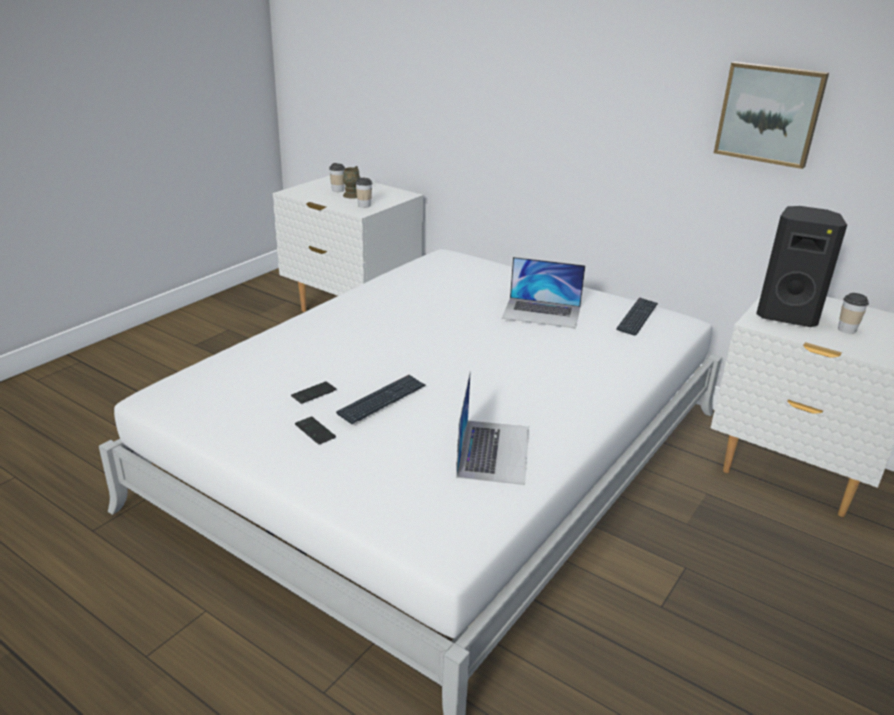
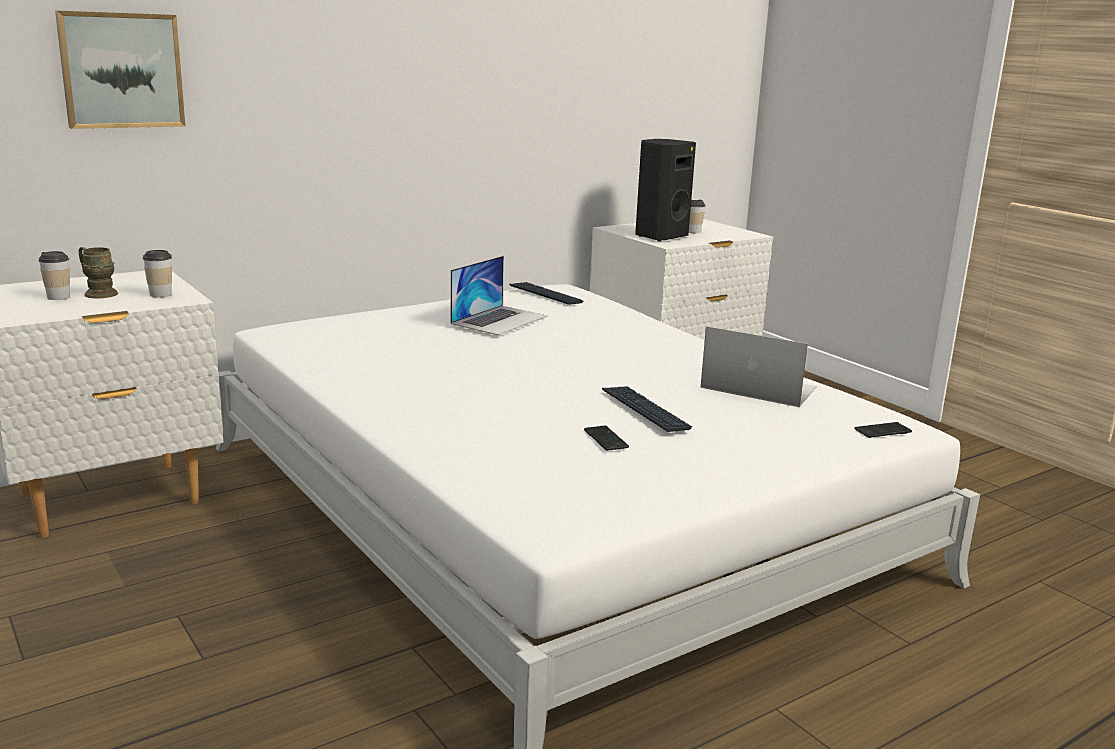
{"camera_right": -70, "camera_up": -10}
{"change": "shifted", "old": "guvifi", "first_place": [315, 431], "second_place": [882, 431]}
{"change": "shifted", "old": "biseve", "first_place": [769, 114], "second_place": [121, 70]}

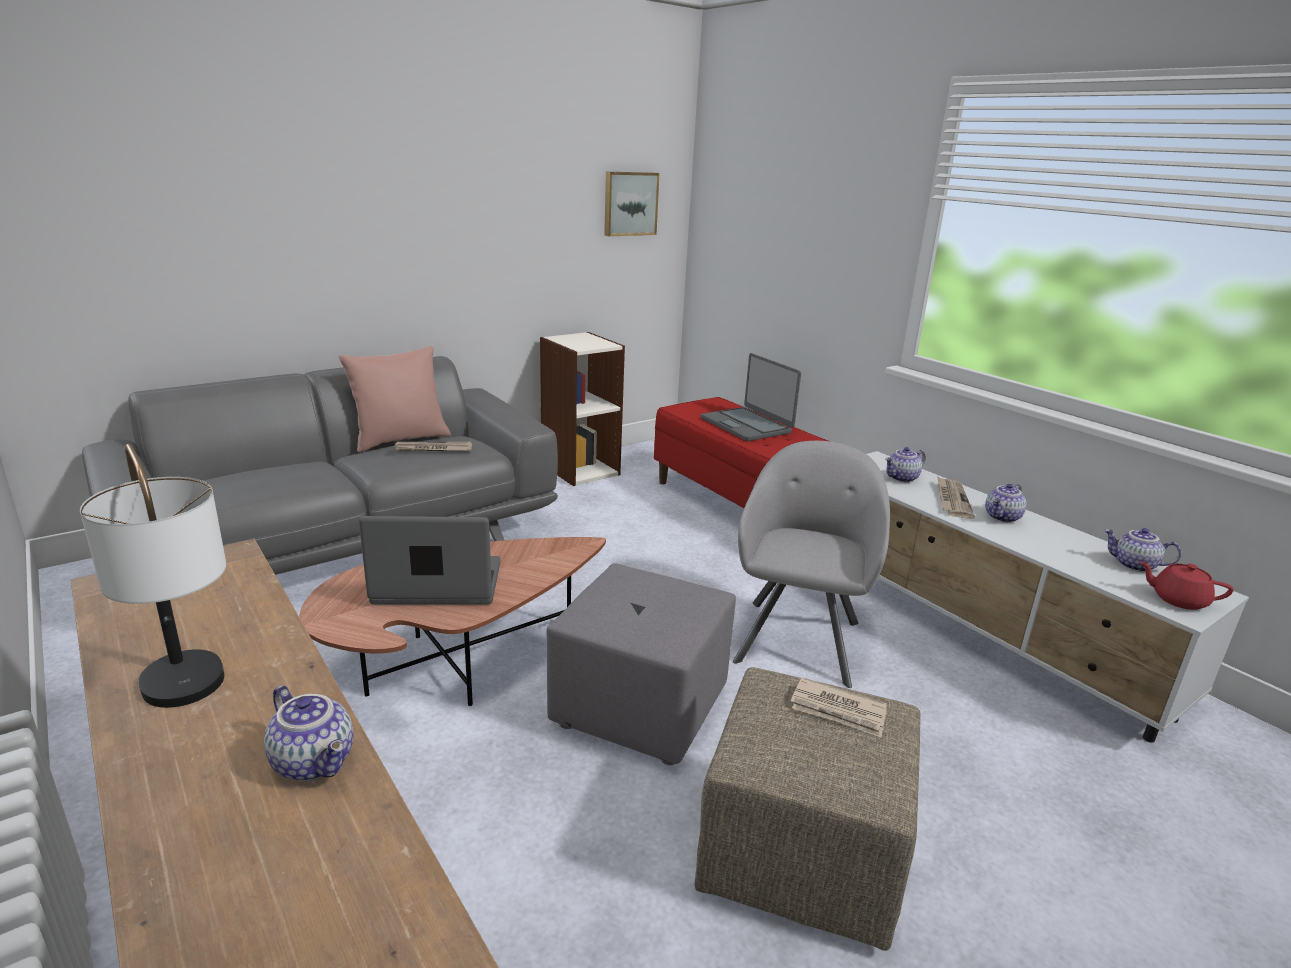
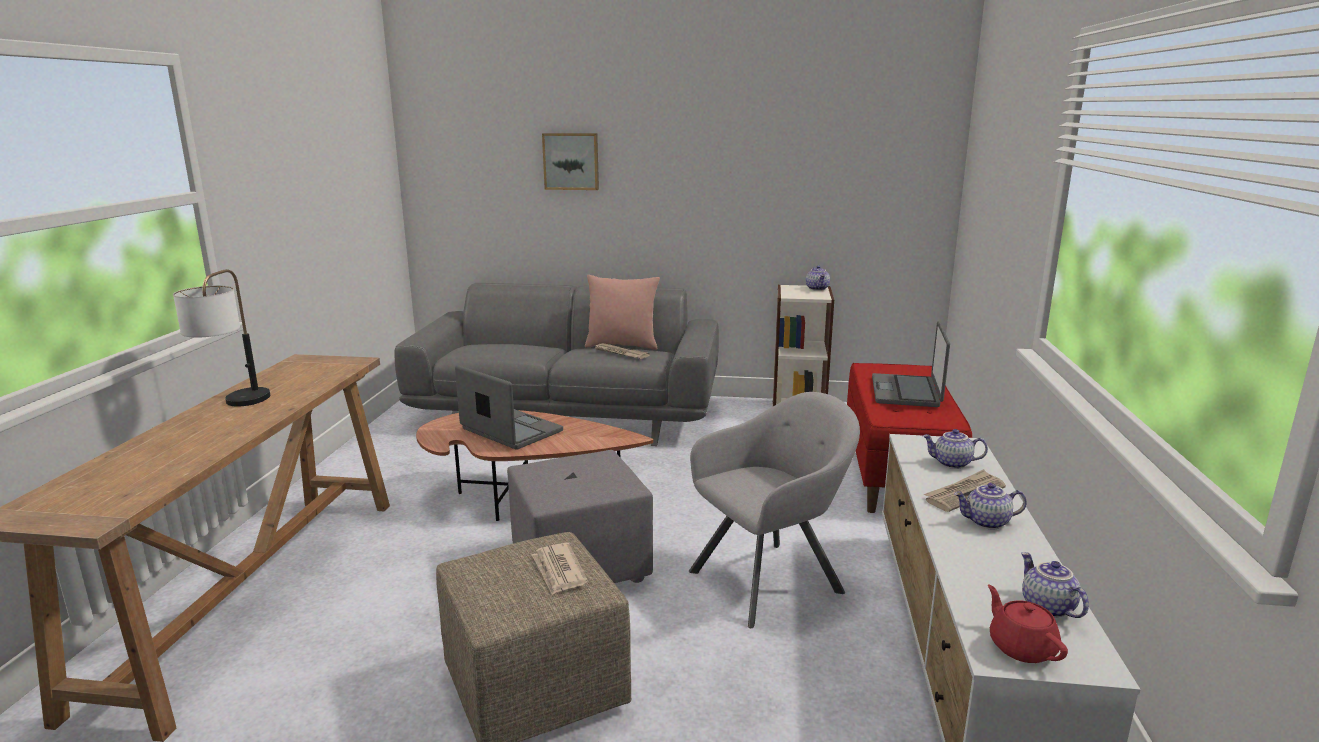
{"camera_right": 45, "camera_up": -5}
{"change": "shifted", "old": "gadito", "first_place": [316, 761], "second_place": [818, 289]}
{"change": "shifted", "old": "biseve", "first_place": [629, 203], "second_place": [571, 161]}

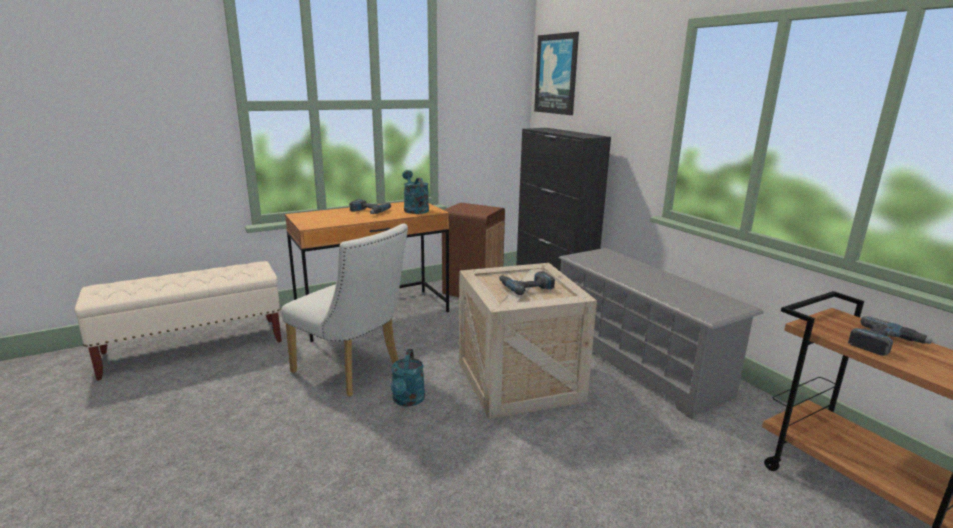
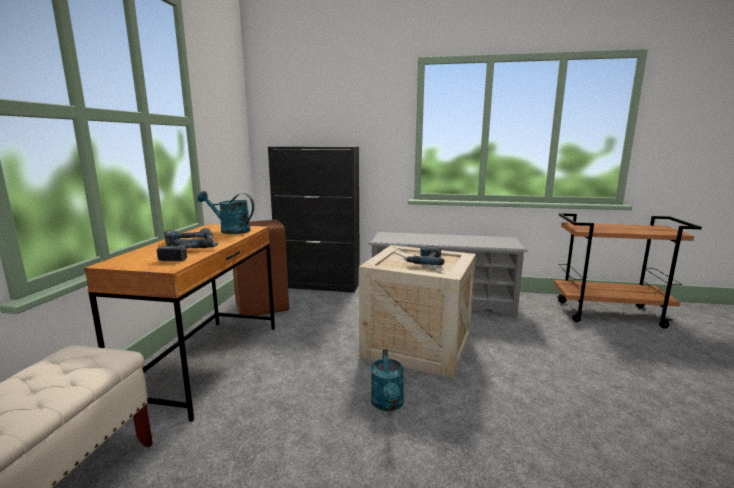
{"camera_right": -50, "camera_up": -5}
{"change": "gone", "old": "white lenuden", "first_place": [353, 371]}
{"change": "rotated", "old": "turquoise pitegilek", "first_place": [408, 401], "second_place": [388, 404], "degrees": 45}
{"change": "gone", "old": "biseve", "first_place": [556, 74]}
{"change": "shifted", "old": "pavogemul", "first_place": [885, 344], "second_place": [187, 254]}

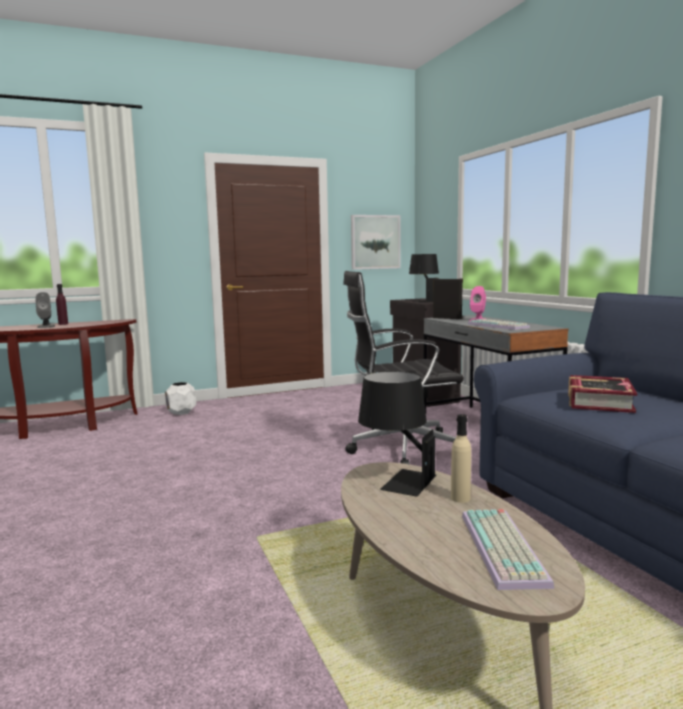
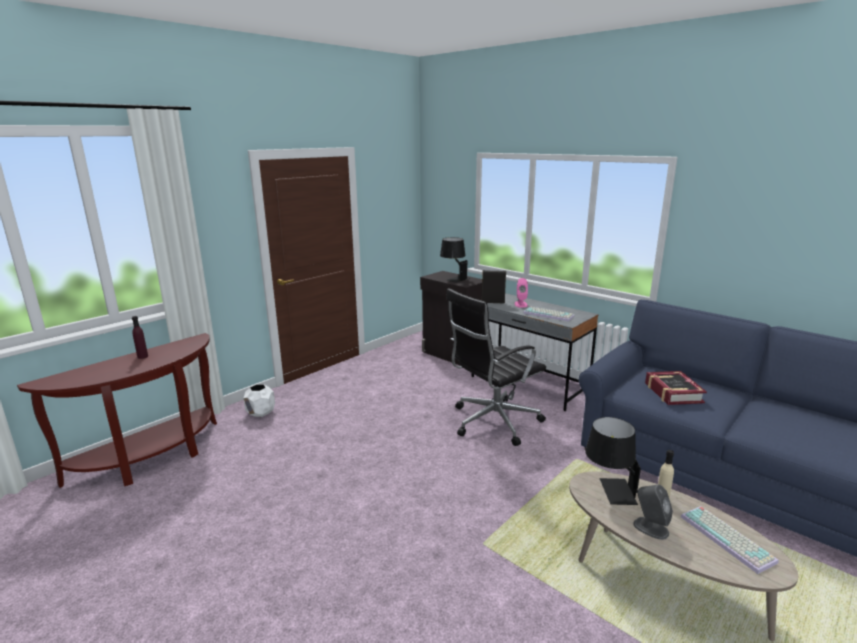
{"camera_right": -25, "camera_up": 10}
{"change": "shifted", "old": "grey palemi", "first_place": [46, 326], "second_place": [650, 528]}
{"change": "gone", "old": "biseve", "first_place": [375, 242]}

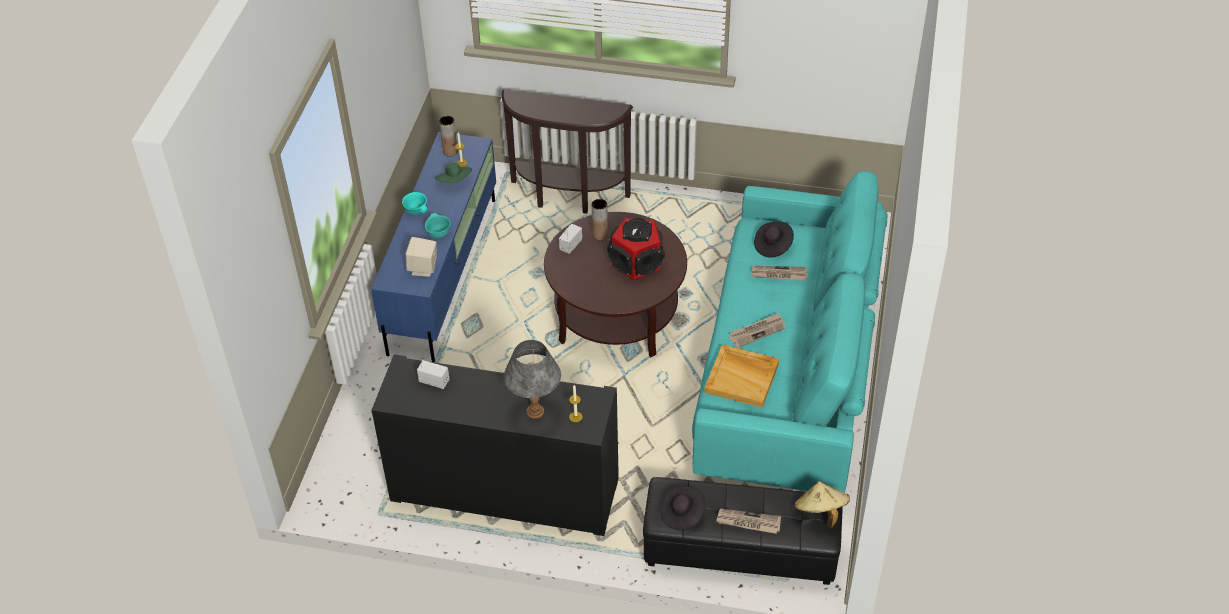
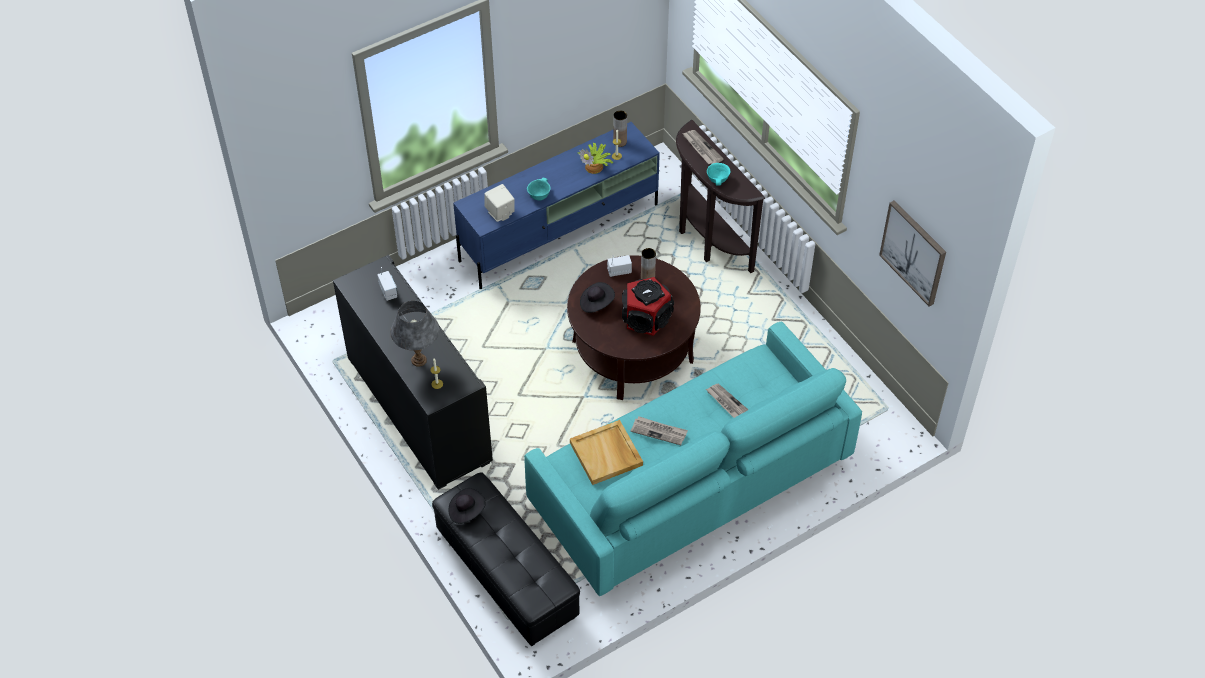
{"camera_right": 45, "camera_up": 5}
{"change": "shifted", "old": "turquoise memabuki", "first_place": [417, 211], "second_place": [718, 180]}
{"change": "swapped", "old": "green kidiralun", "new": "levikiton", "first_place": [454, 182], "second_place": [595, 166]}
{"change": "shifted", "old": "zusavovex", "first_place": [748, 522], "second_place": [701, 148]}
{"change": "shifted", "old": "black kidiralun", "first_place": [773, 246], "second_place": [596, 303]}
{"change": "gone", "old": "beige kidiralun", "first_place": [820, 513]}
{"change": "new", "new": "biseve", "second_place": [914, 252]}

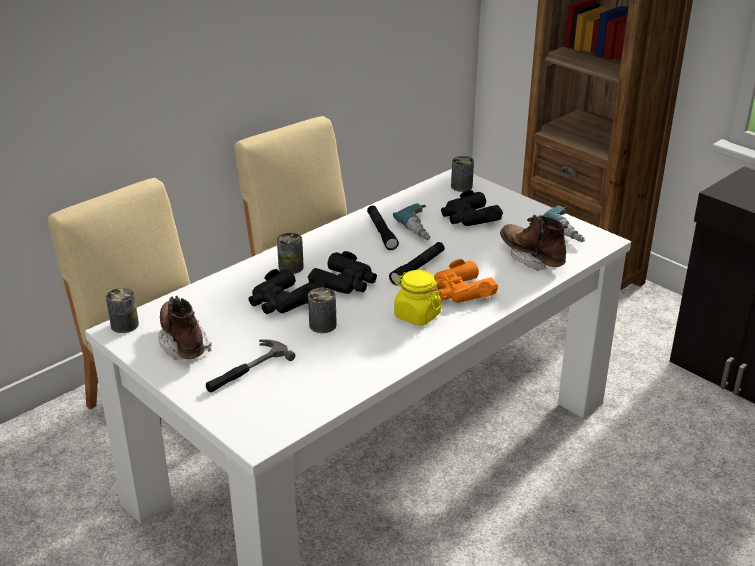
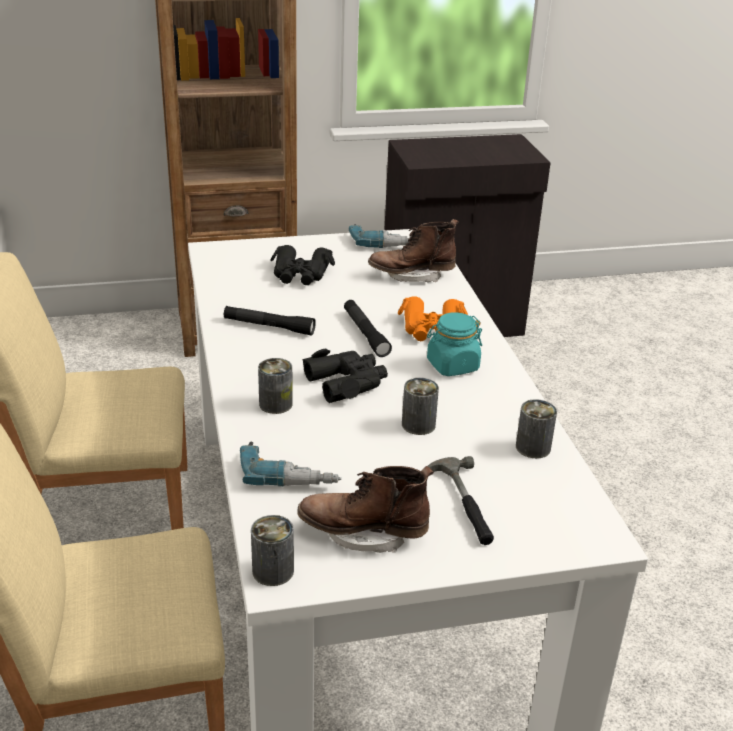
{"camera_right": -60, "camera_up": 0}
{"change": "gone", "old": "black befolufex", "first_place": [281, 301]}
{"change": "shifted", "old": "pavogemul", "first_place": [422, 228], "second_place": [289, 473]}
{"change": "repainted", "old": "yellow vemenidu", "new": "turquoise vemenidu", "first_place": [417, 315], "second_place": [452, 366]}
{"change": "shifted", "old": "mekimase", "first_place": [461, 186], "second_place": [533, 447]}

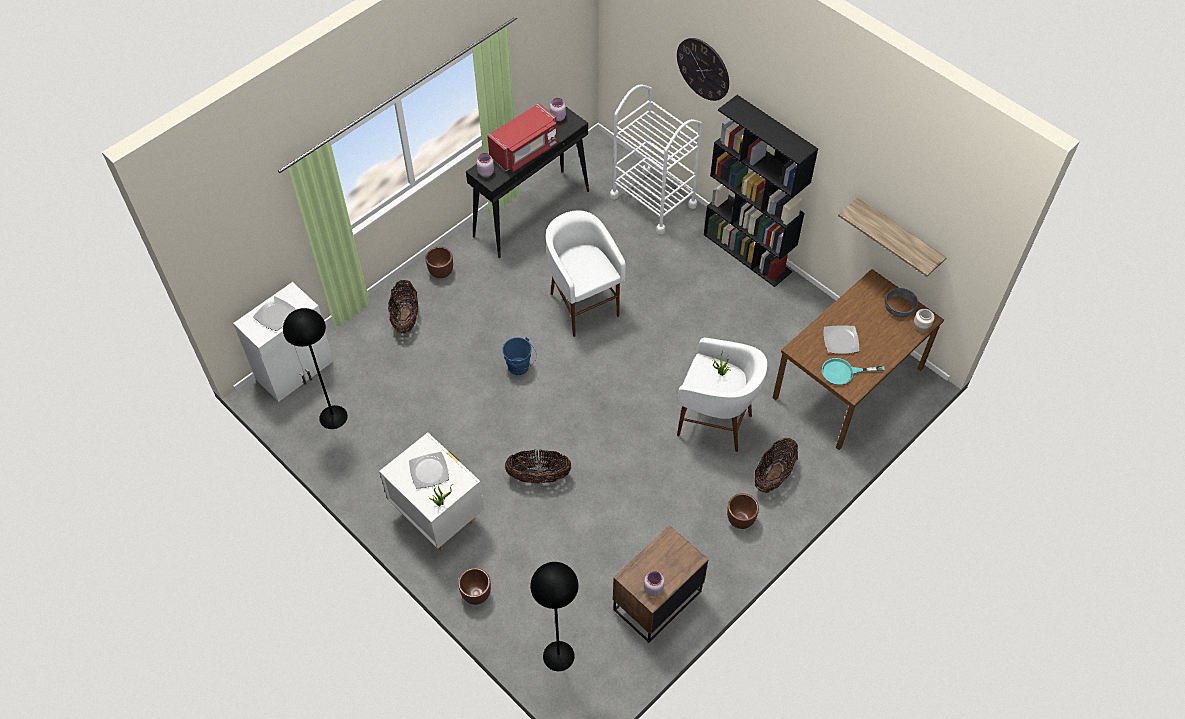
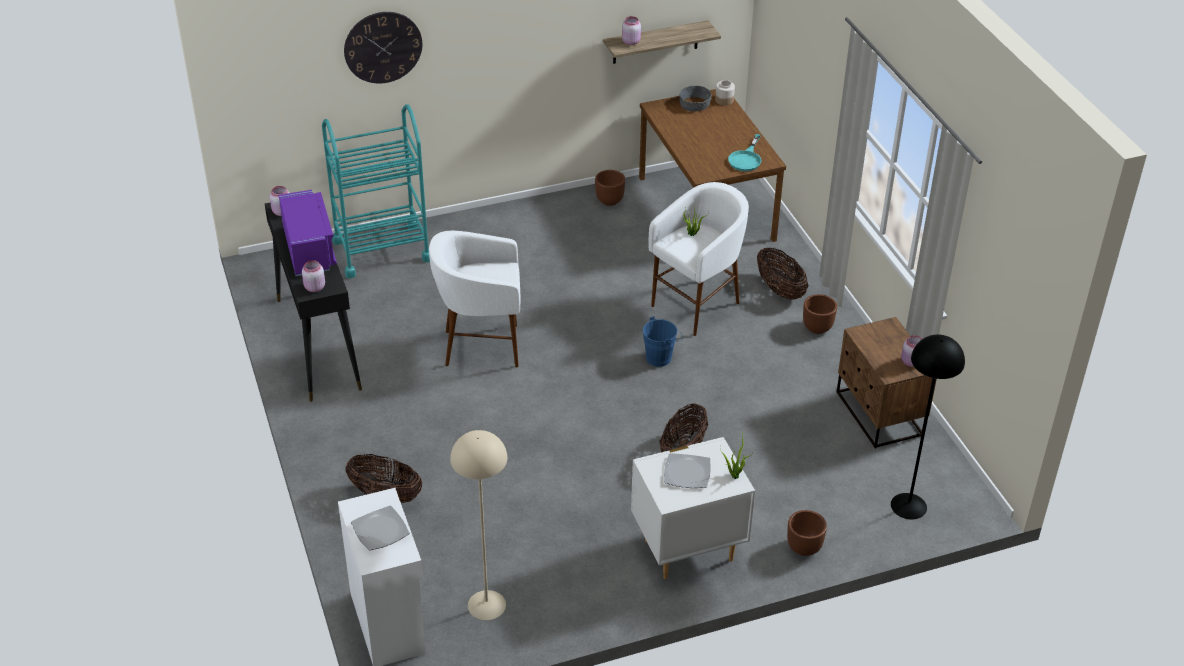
{"camera_right": -65, "camera_up": -15}
{"change": "repainted", "old": "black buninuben", "new": "beige buninuben", "first_place": [333, 417], "second_place": [486, 605]}
{"change": "shifted", "old": "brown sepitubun", "first_place": [441, 272], "second_place": [609, 200]}
{"change": "repainted", "old": "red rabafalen", "new": "purple rabafalen", "first_place": [524, 151], "second_place": [309, 250]}
{"change": "shifted", "old": "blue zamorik", "first_place": [520, 368], "second_place": [661, 357]}
{"change": "repainted", "old": "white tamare", "new": "turquoise tamare", "first_place": [653, 201], "second_place": [382, 250]}
{"change": "gone", "old": "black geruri", "first_place": [748, 253]}
{"change": "gone", "old": "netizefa", "first_place": [840, 340]}
{"change": "new", "new": "pink vemenidu", "second_place": [631, 41]}

